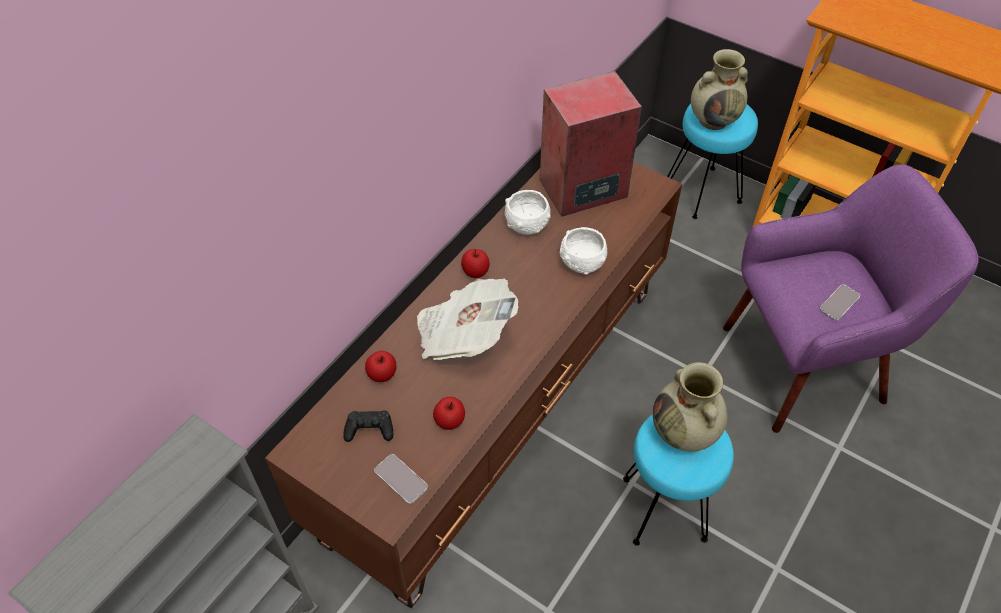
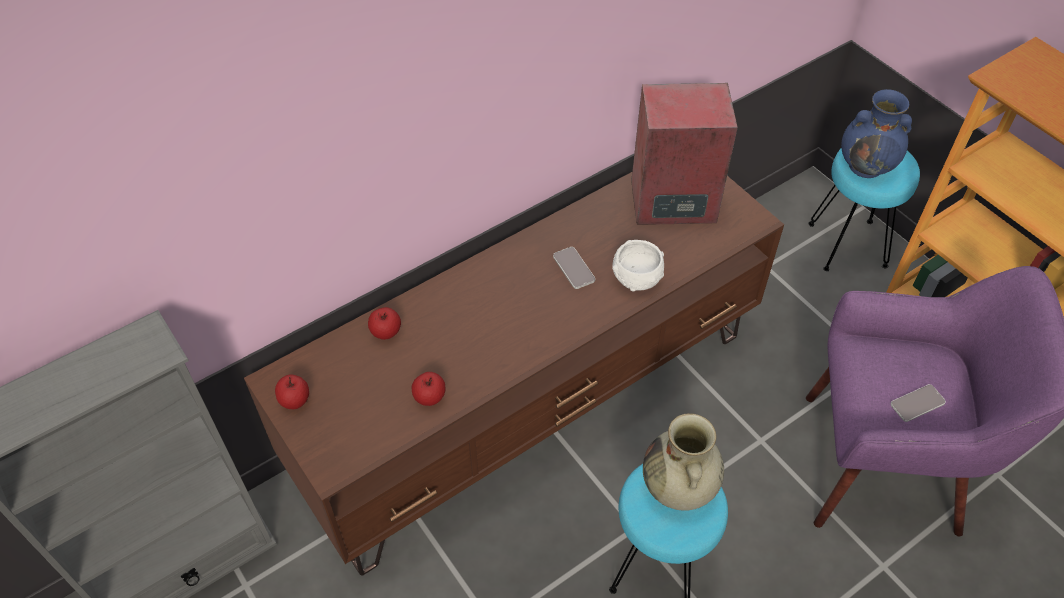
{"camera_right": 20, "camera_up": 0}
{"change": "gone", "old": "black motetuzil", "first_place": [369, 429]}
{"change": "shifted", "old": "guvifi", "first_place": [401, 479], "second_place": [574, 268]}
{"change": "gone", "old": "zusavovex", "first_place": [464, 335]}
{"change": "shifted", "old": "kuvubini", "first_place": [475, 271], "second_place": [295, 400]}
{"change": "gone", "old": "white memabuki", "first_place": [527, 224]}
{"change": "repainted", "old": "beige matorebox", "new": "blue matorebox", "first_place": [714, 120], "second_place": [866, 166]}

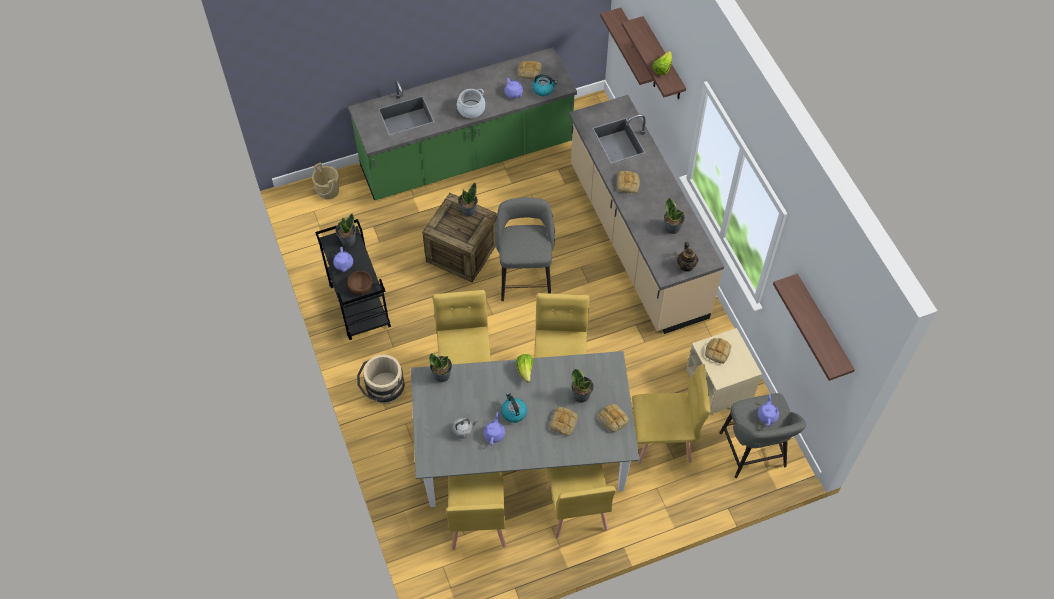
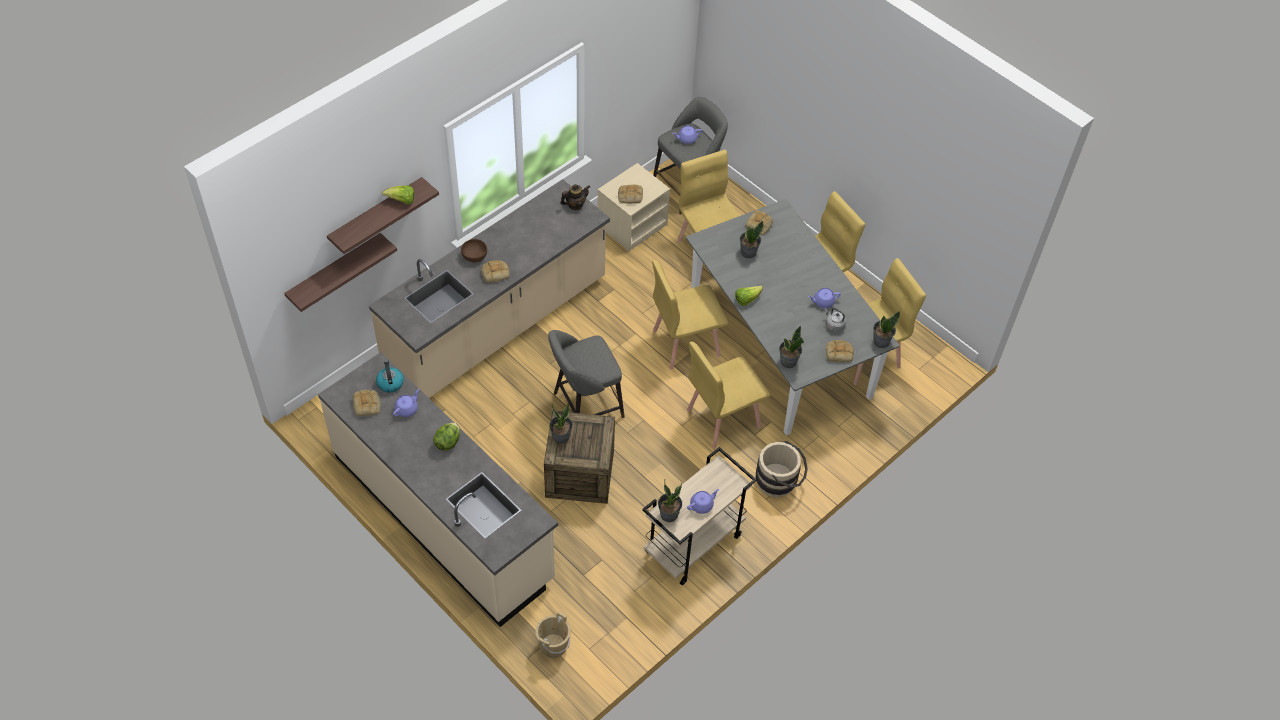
{"camera_right": -115, "camera_up": -5}
{"change": "repainted", "old": "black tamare", "new": "beige tamare", "first_place": [359, 305], "second_place": [693, 545]}
{"change": "shifted", "old": "brown memabuki", "first_place": [360, 287], "second_place": [474, 256]}
{"change": "repainted", "old": "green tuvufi", "new": "beige tuvufi", "first_place": [466, 157], "second_place": [443, 517]}
{"change": "swapped", "old": "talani", "new": "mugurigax", "first_place": [471, 109], "second_place": [448, 442]}
{"change": "gone", "old": "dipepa", "first_place": [513, 412]}
{"change": "shifted", "old": "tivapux", "first_place": [563, 423], "second_place": [839, 353]}
{"change": "shifted", "old": "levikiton", "first_place": [672, 227], "second_place": [881, 341]}
{"change": "gone", "old": "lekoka", "first_place": [822, 328]}

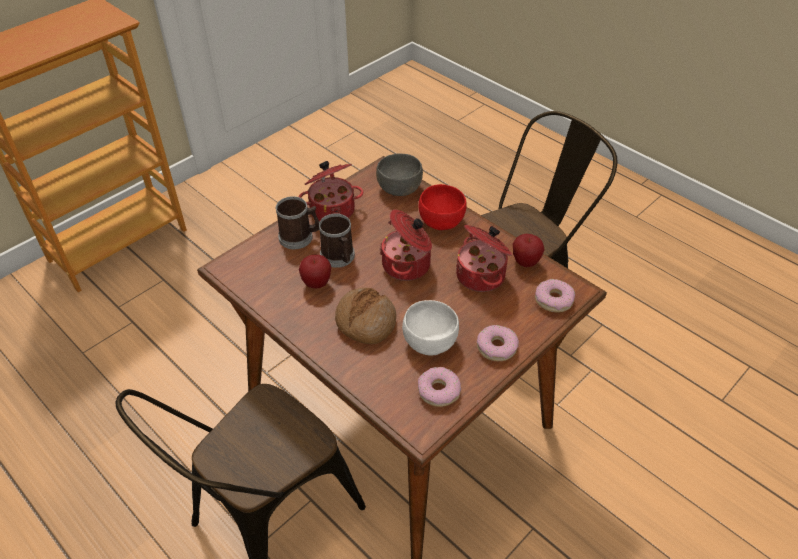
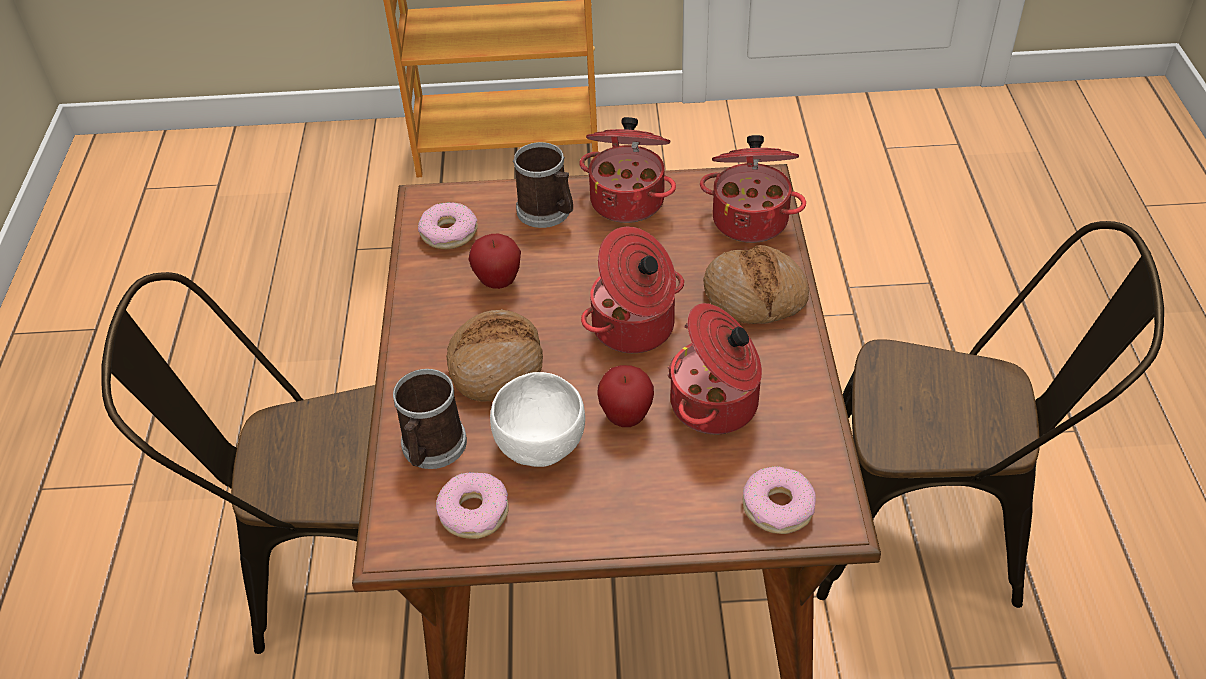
{"camera_right": 45, "camera_up": 0}
{"change": "shifted", "old": "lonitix", "first_place": [339, 258], "second_place": [431, 449]}
{"change": "swapped", "old": "grey memabuki", "new": "talani", "first_place": [398, 188], "second_place": [751, 218]}
{"change": "swapped", "old": "red memabuki", "new": "tivapux", "first_place": [441, 220], "second_place": [755, 296]}
{"change": "shifted", "old": "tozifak", "first_place": [496, 347], "second_place": [449, 233]}
{"change": "shifted", "old": "kuvubini", "first_place": [525, 262], "second_place": [626, 417]}

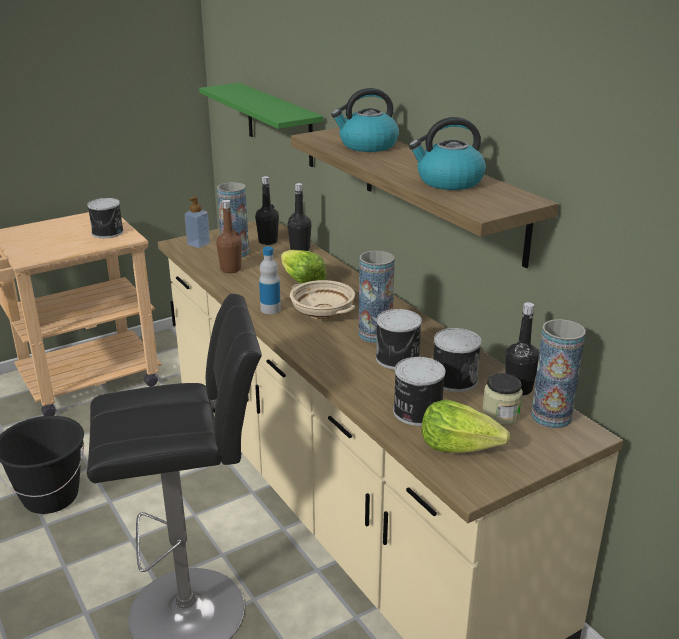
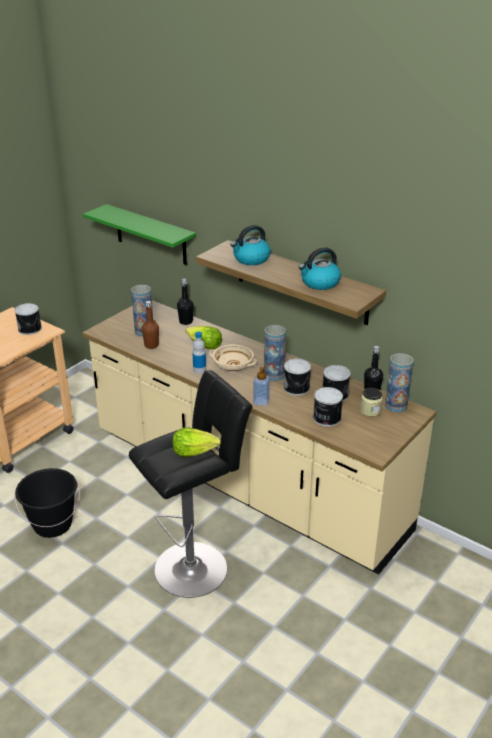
{"camera_right": -20, "camera_up": 5}
{"change": "shifted", "old": "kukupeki", "first_place": [198, 244], "second_place": [261, 401]}
{"change": "gone", "old": "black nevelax", "first_place": [268, 241]}
{"change": "shifted", "old": "mugurigax", "first_place": [459, 446], "second_place": [194, 451]}

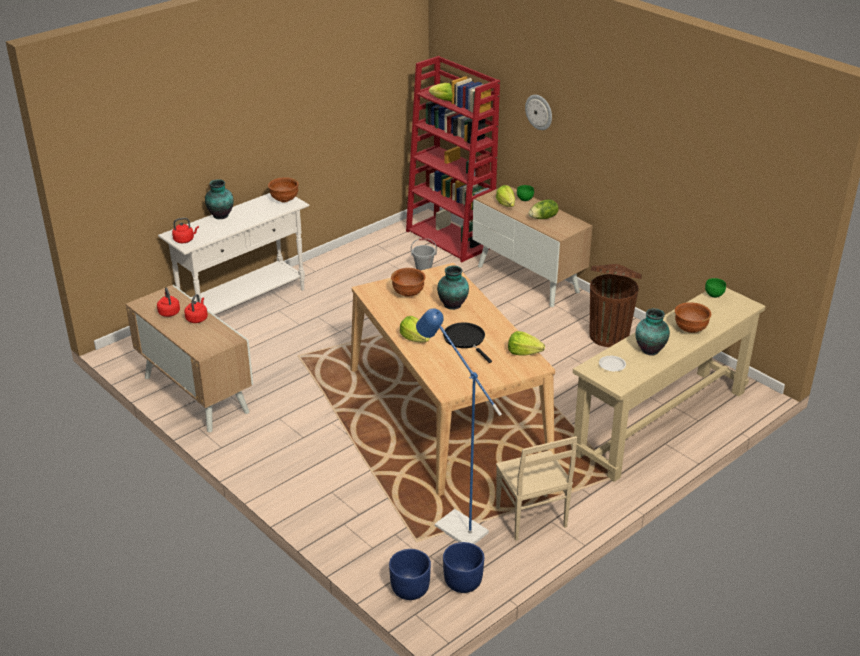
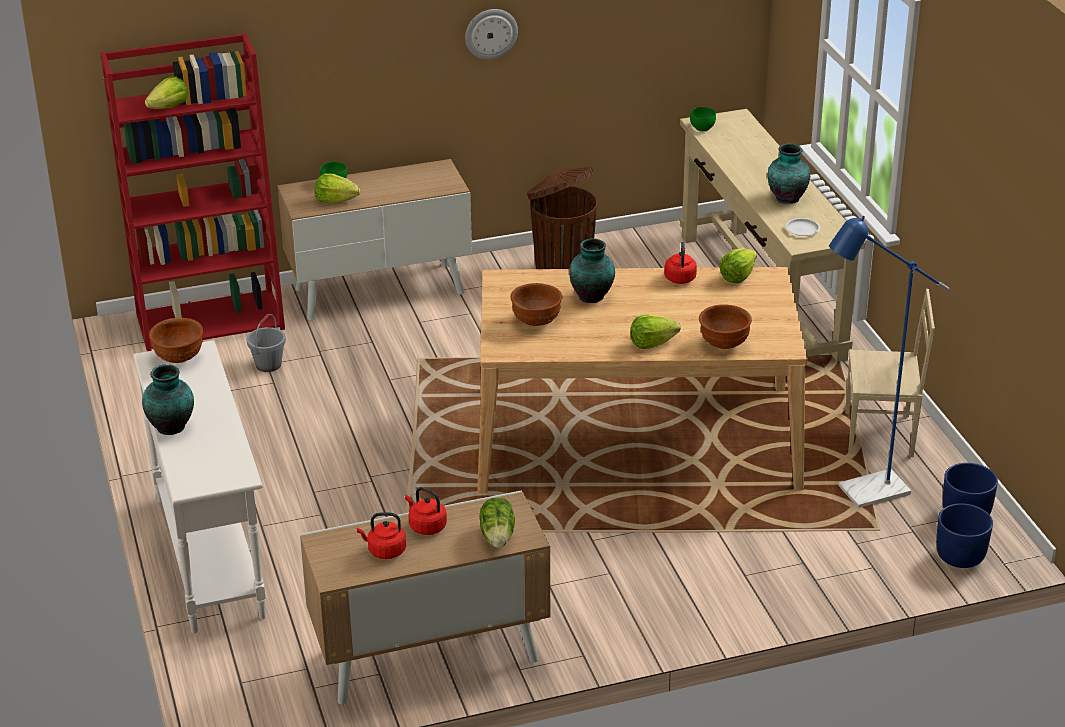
{"camera_right": -65, "camera_up": 0}
{"change": "shifted", "old": "red dipepa", "first_place": [185, 240], "second_place": [680, 277]}
{"change": "gone", "old": "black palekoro", "first_place": [466, 340]}
{"change": "shifted", "old": "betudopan", "first_place": [539, 112], "second_place": [491, 33]}
{"change": "shifted", "old": "mugurigax", "first_place": [543, 218], "second_place": [498, 536]}
{"change": "shifted", "old": "brown memabuki", "first_place": [690, 329], "second_place": [723, 344]}

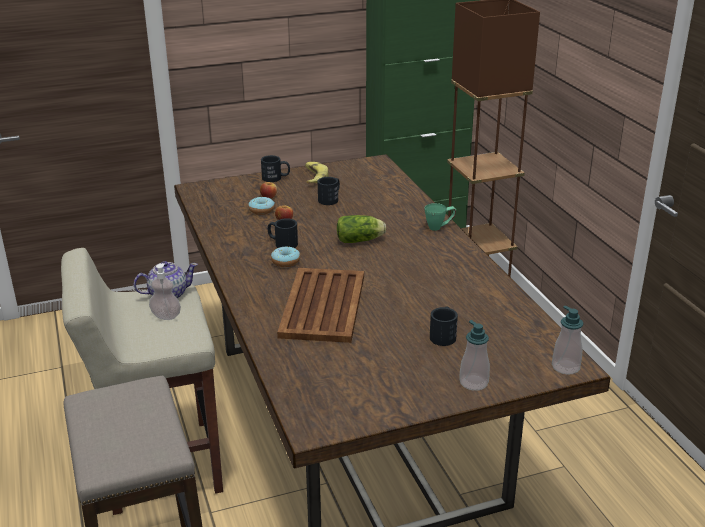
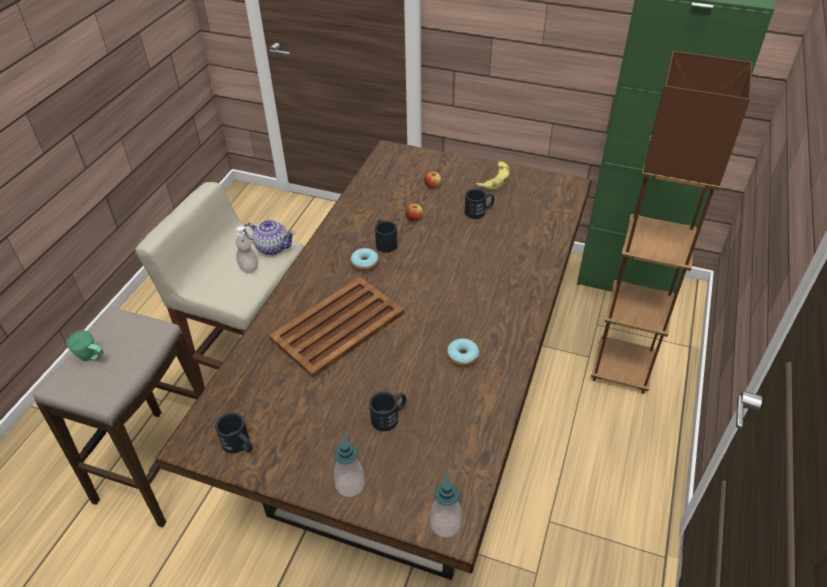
{"camera_right": 40, "camera_up": 15}
{"change": "shifted", "old": "tozifak", "first_place": [261, 210], "second_place": [462, 356]}
{"change": "shifted", "old": "black lonitix", "first_place": [276, 178], "second_place": [239, 445]}
{"change": "gone", "old": "mugurigax", "first_place": [361, 240]}
{"change": "shifted", "old": "green lonitix", "first_place": [439, 227], "second_place": [92, 358]}

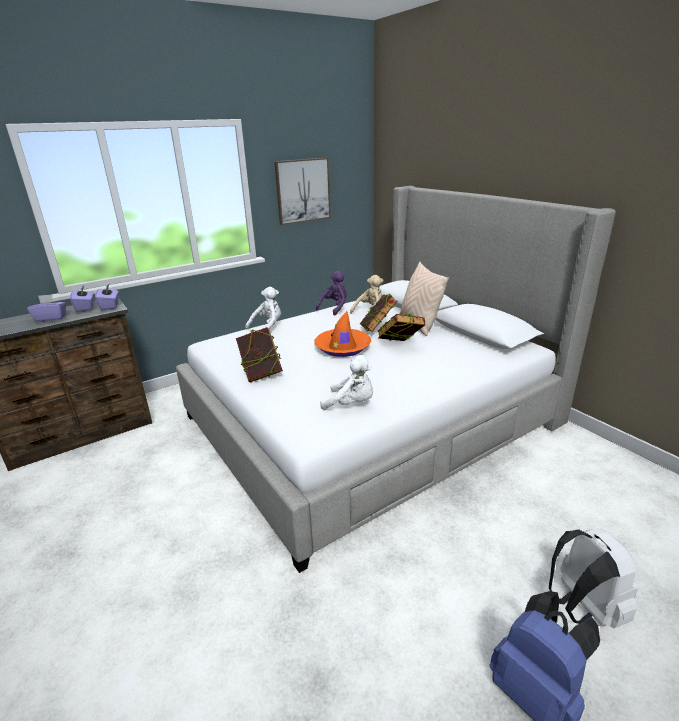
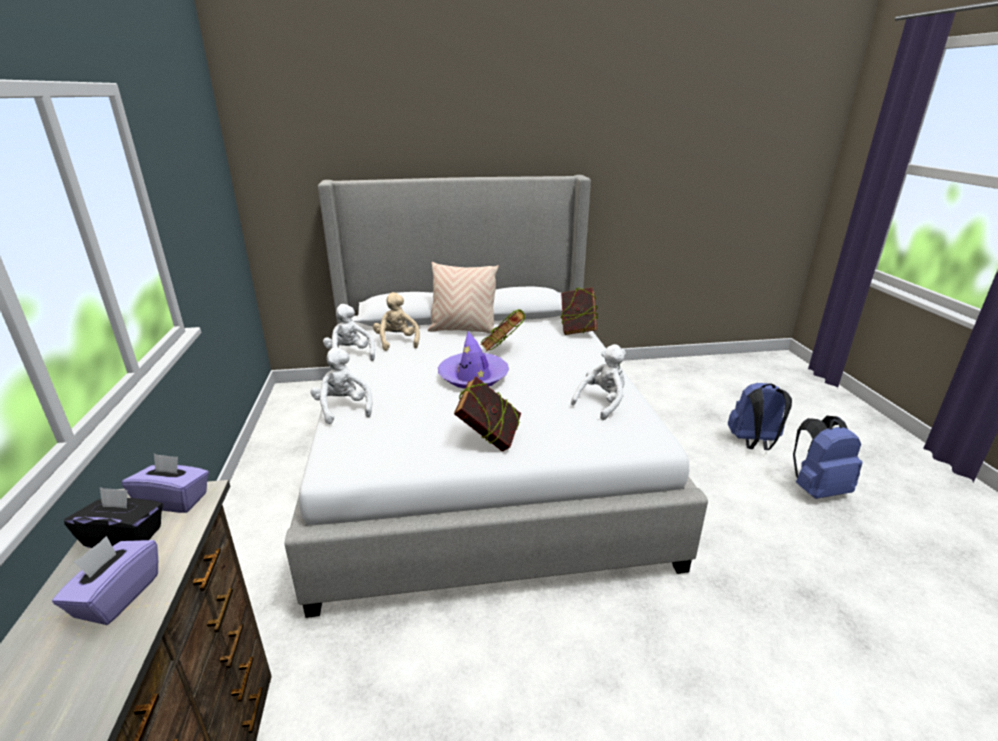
{"camera_right": -65, "camera_up": 0}
{"change": "repainted", "old": "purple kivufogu", "new": "black kivufogu", "first_place": [85, 307], "second_place": [125, 536]}
{"change": "gone", "old": "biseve", "first_place": [303, 191]}
{"change": "repainted", "old": "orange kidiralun", "new": "purple kidiralun", "first_place": [342, 347], "second_place": [473, 377]}
{"change": "repainted", "old": "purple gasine", "new": "white gasine", "first_place": [334, 308], "second_place": [350, 355]}
{"change": "shifted", "old": "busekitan", "first_place": [377, 330], "second_place": [577, 331]}
{"change": "repainted", "old": "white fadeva", "new": "blue fadeva", "first_place": [582, 607], "second_place": [753, 443]}

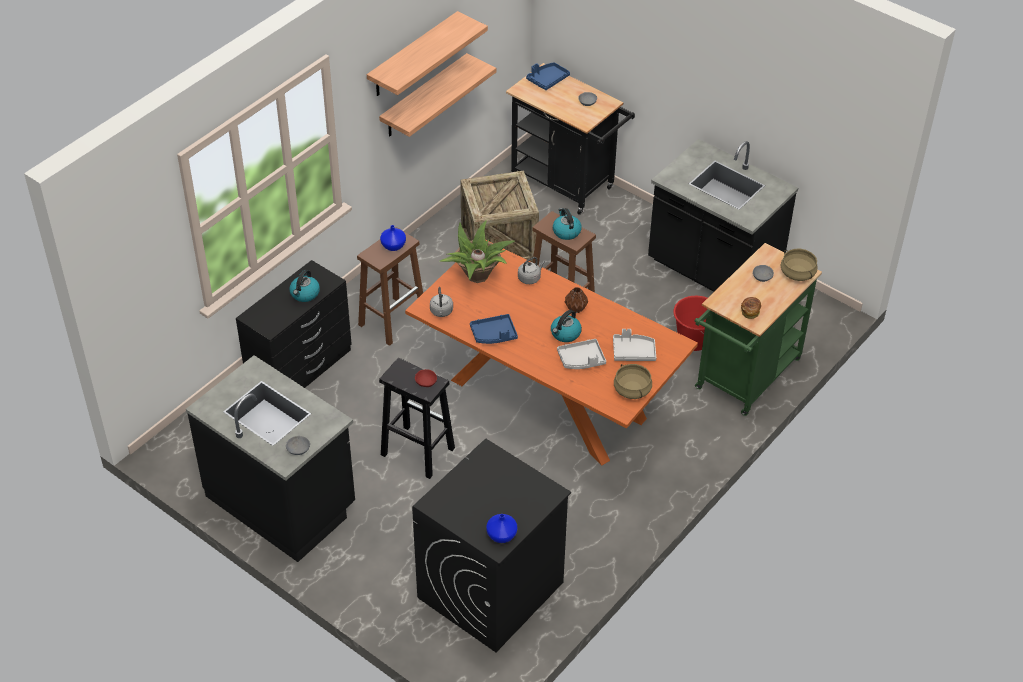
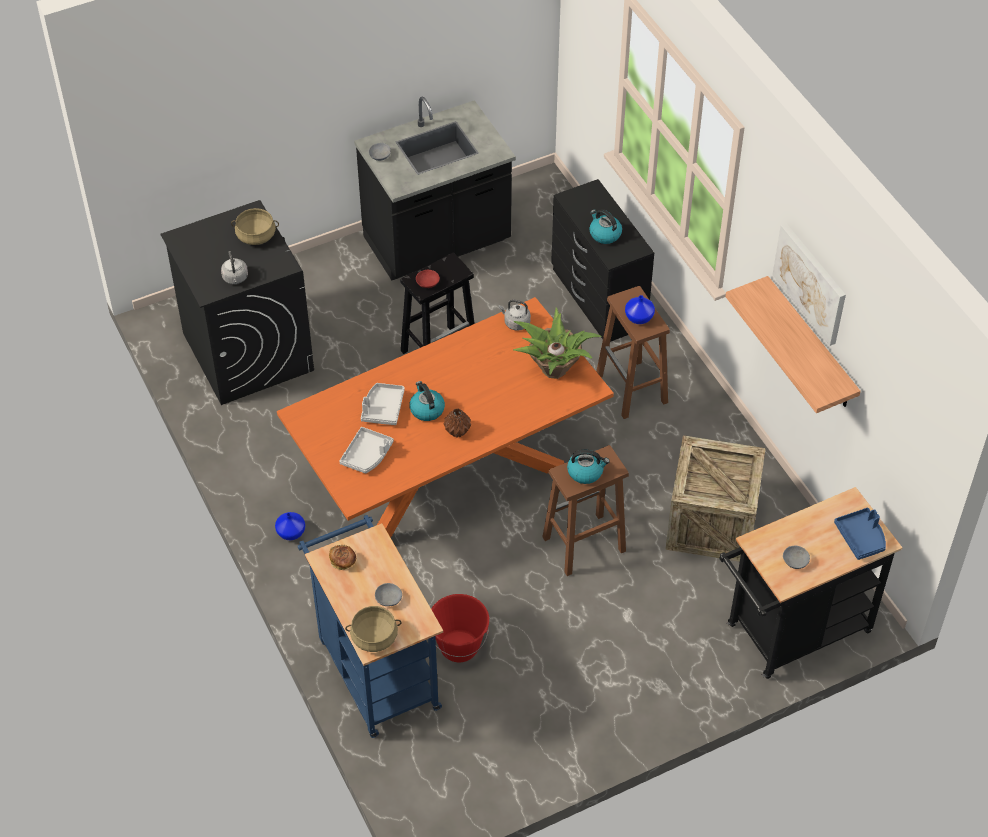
{"camera_right": 115, "camera_up": 5}
{"change": "swapped", "old": "lekoka", "new": "biseve", "first_place": [413, 55], "second_place": [810, 283]}
{"change": "gone", "old": "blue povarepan", "first_place": [494, 334]}
{"change": "shifted", "old": "blue matorebox", "first_place": [502, 536], "second_place": [290, 532]}
{"change": "shifted", "old": "grey dipepa", "first_place": [530, 278], "second_place": [235, 278]}
{"change": "shifted", "old": "beige talani", "first_place": [631, 390], "second_place": [256, 235]}
{"change": "gone", "old": "black tuvufi", "first_place": [712, 272]}
{"change": "repainted", "old": "green tamare", "new": "blue tamare", "first_place": [744, 379], "second_place": [375, 668]}

